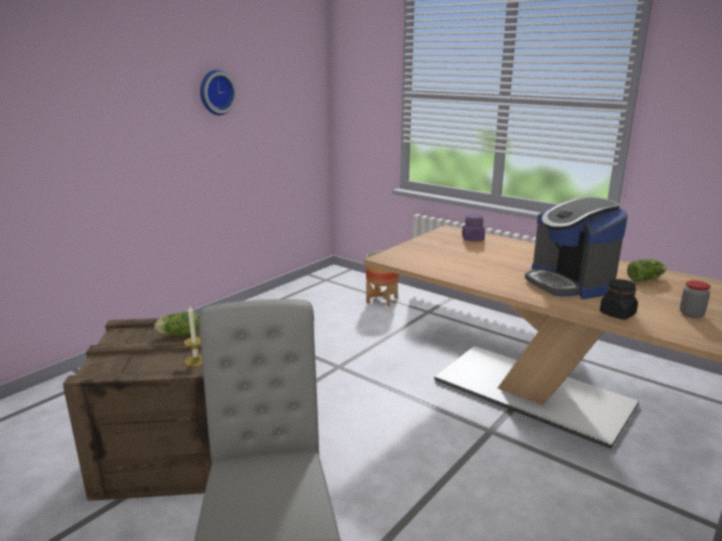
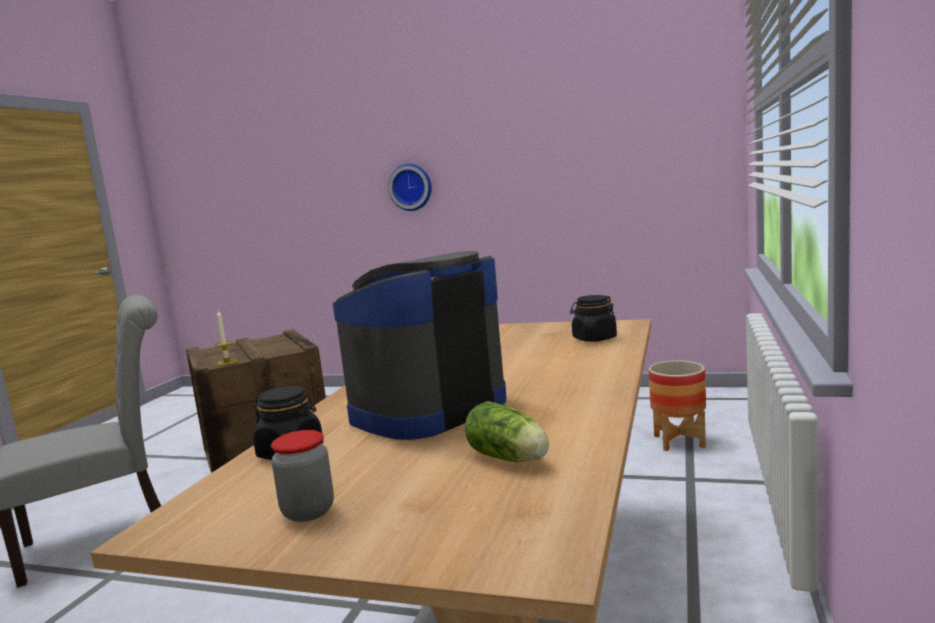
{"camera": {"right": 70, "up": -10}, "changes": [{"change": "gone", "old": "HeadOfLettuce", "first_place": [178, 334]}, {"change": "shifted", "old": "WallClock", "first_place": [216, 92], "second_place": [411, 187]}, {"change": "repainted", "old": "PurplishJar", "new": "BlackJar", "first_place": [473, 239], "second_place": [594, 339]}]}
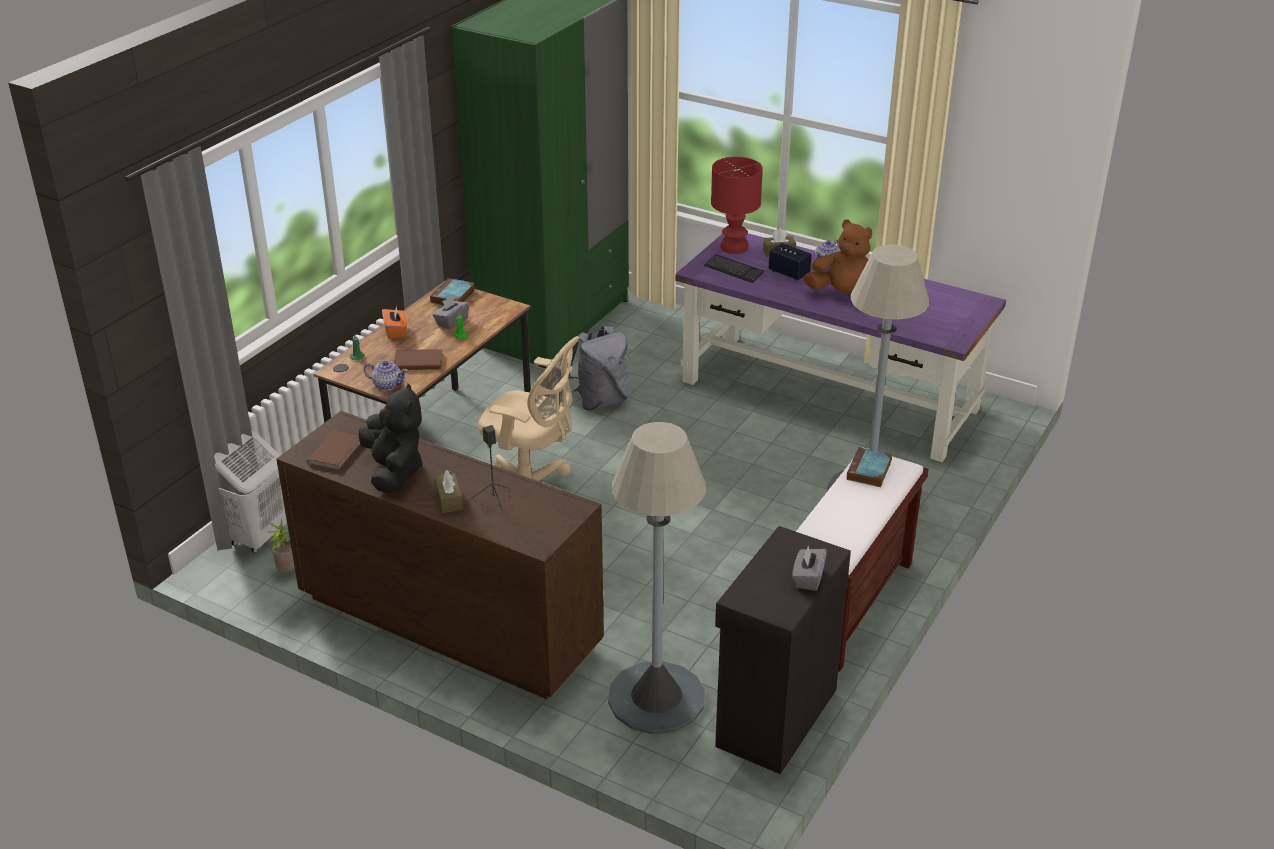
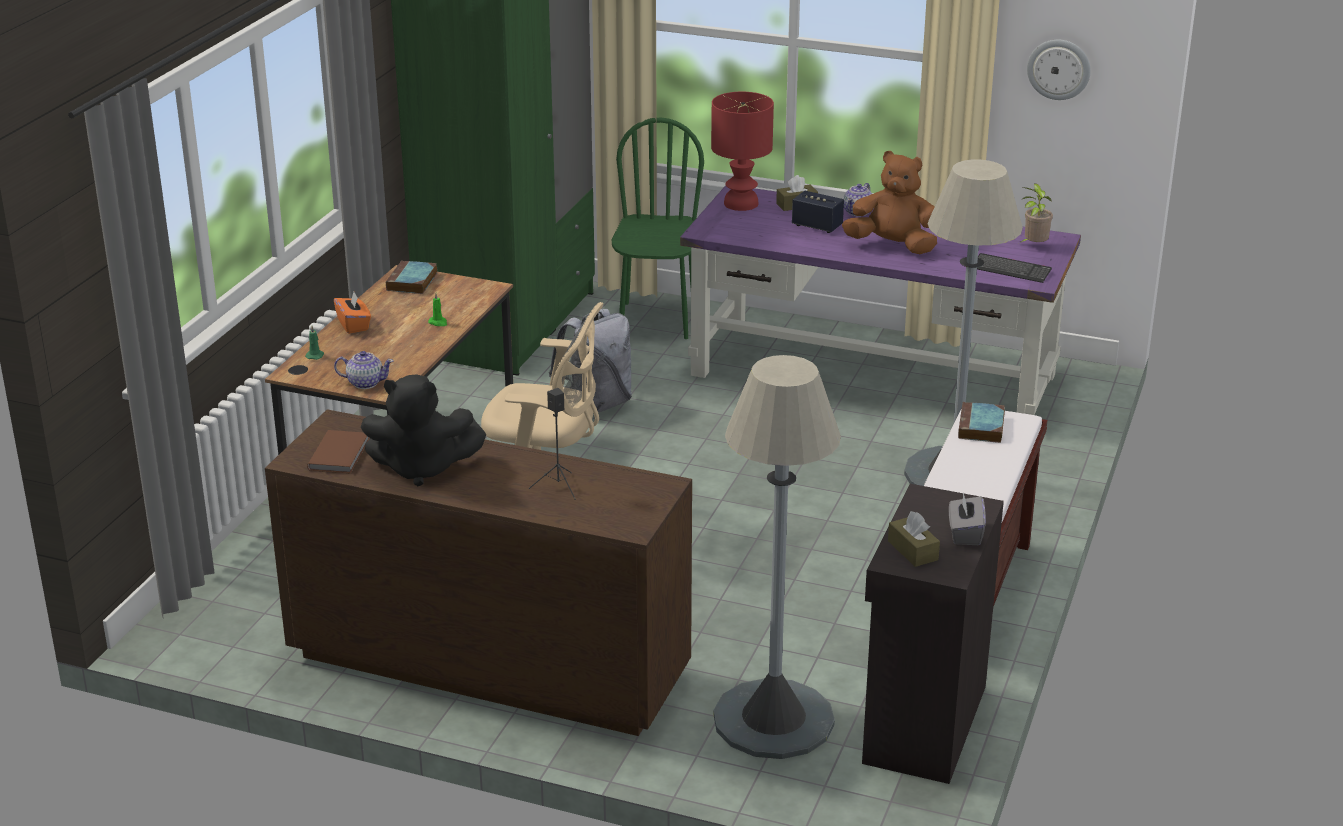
{"camera": {"right": -10, "up": -5}, "changes": [{"change": "gone", "old": "WhiteColouredWashingBasket", "first_place": [258, 537]}, {"change": "gone", "old": "BrownColouredBoundBook", "first_place": [417, 361]}, {"change": "gone", "old": "GreyTissueHolder", "first_place": [451, 322]}, {"change": "new", "new": "GreenChair", "second_place": [657, 320]}, {"change": "new", "new": "WallClock", "second_place": [1059, 69]}, {"change": "shifted", "old": "PlantInAPot", "first_place": [287, 571], "second_place": [1033, 246]}, {"change": "shifted", "old": "BrownColouredTissueHolder", "first_place": [449, 500], "second_place": [912, 550]}, {"change": "shifted", "old": "PcKeyboard", "first_place": [734, 270], "second_place": [1011, 270]}, {"change": "rotated", "old": "BlackSoftToy", "first_place": [394, 471], "second_place": [422, 468], "degrees": 120}]}
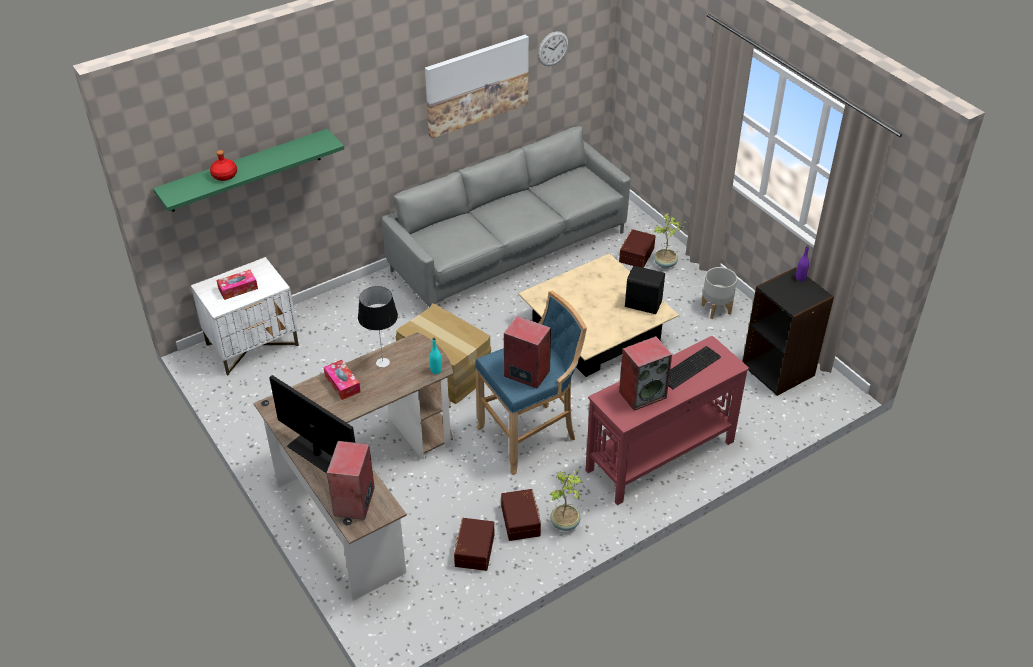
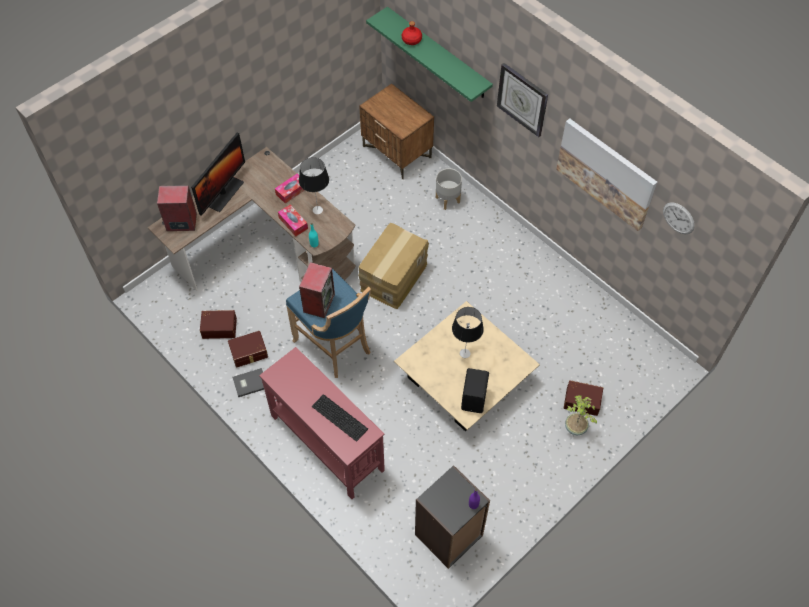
{"camera": {"right": 80, "up": 15}, "changes": [{"change": "gone", "old": "GreySofa", "first_place": [510, 253]}, {"change": "gone", "old": "Loudspeaker", "first_place": [643, 394]}, {"change": "new", "new": "TabletopLamp", "second_place": [465, 353]}, {"change": "new", "new": "WallClock", "second_place": [522, 99]}, {"change": "shifted", "old": "TissueHolder", "first_place": [238, 289], "second_place": [293, 223]}, {"change": "shifted", "old": "GreyFlowerPot", "first_place": [716, 309], "second_place": [448, 200]}, {"change": "swapped", "old": "PlantInAPot", "new": "GreyBoundBook", "first_place": [566, 523], "second_place": [249, 382]}, {"change": "repainted", "old": "WhiteColouredNightTable", "new": "BrownColouredNightTable", "first_place": [253, 345], "second_place": [397, 152]}]}
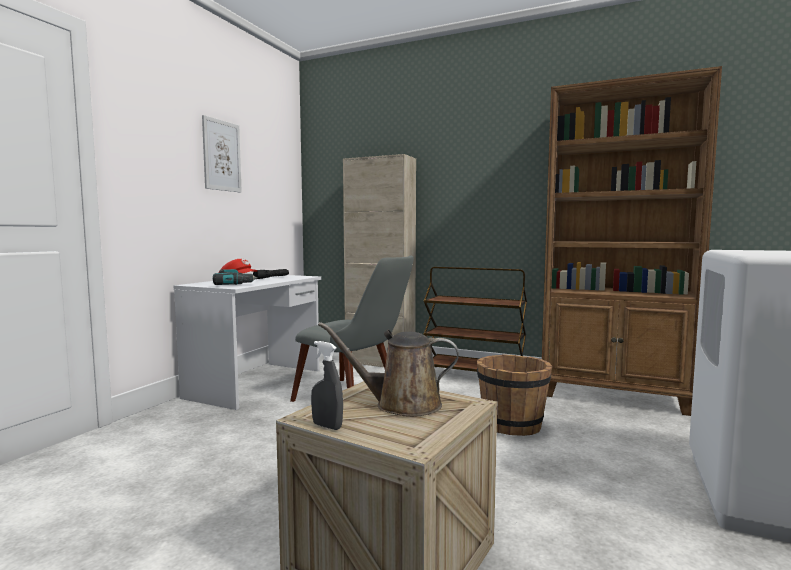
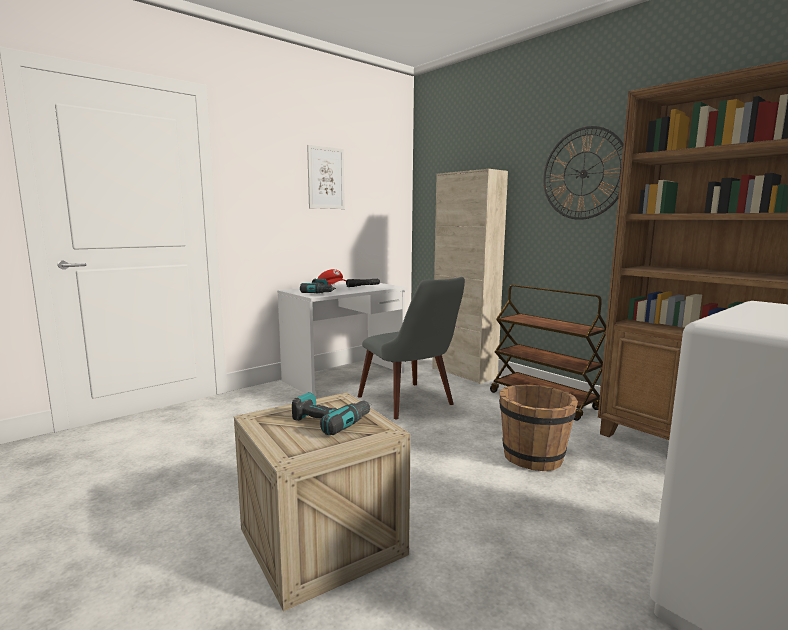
{"camera": {"right": 25, "up": 5}, "changes": [{"change": "gone", "old": "GreySprayBottle", "first_place": [327, 426]}, {"change": "new", "new": "WallClock", "second_place": [583, 173]}, {"change": "swapped", "old": "BrownColouredWateringPot", "new": "Drill", "first_place": [401, 405], "second_place": [330, 421]}]}
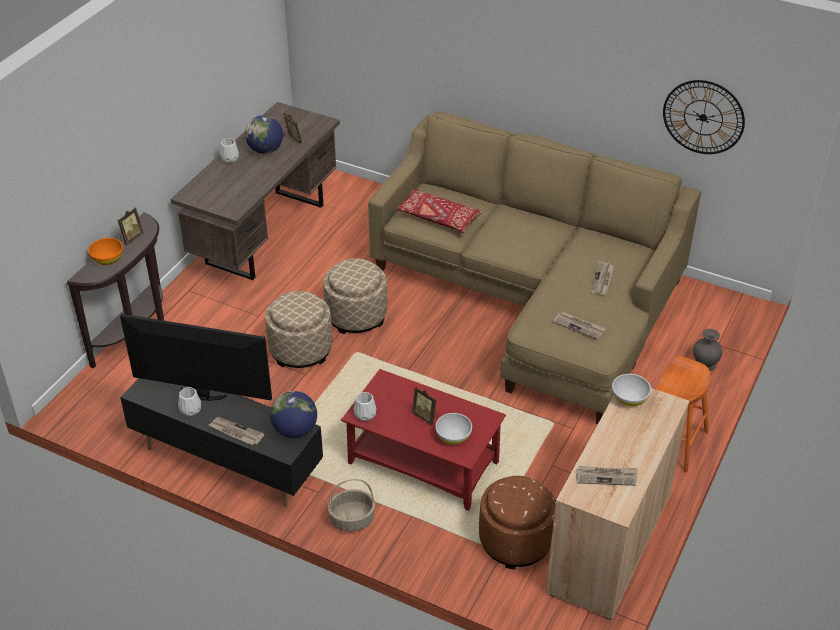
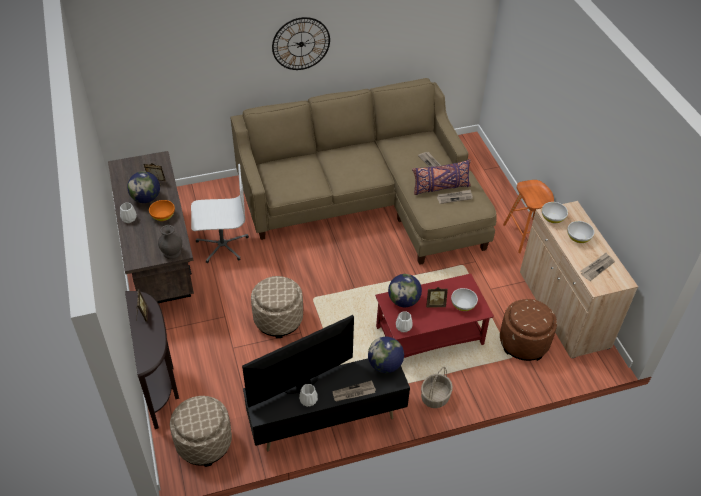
{"camera": {"right": -45, "up": 5}, "changes": [{"change": "gone", "old": "ReddishCushion", "first_place": [438, 218]}, {"change": "new", "new": "WhiteColouredComputerChair", "second_place": [222, 245]}, {"change": "new", "new": "WorldGlobe", "second_place": [403, 301]}, {"change": "new", "new": "PurplishCushion", "second_place": [440, 187]}, {"change": "new", "new": "WhiteColouredServingBowl", "second_place": [578, 237]}, {"change": "shifted", "old": "OrangeyServingBowl", "first_place": [107, 259], "second_place": [163, 216]}, {"change": "shifted", "old": "BeigeOttoman", "first_place": [356, 315], "second_place": [204, 442]}, {"change": "shifted", "old": "WallClock", "first_place": [703, 117], "second_place": [301, 44]}, {"change": "shifted", "old": "GreyVase", "first_place": [705, 364], "second_place": [172, 252]}]}
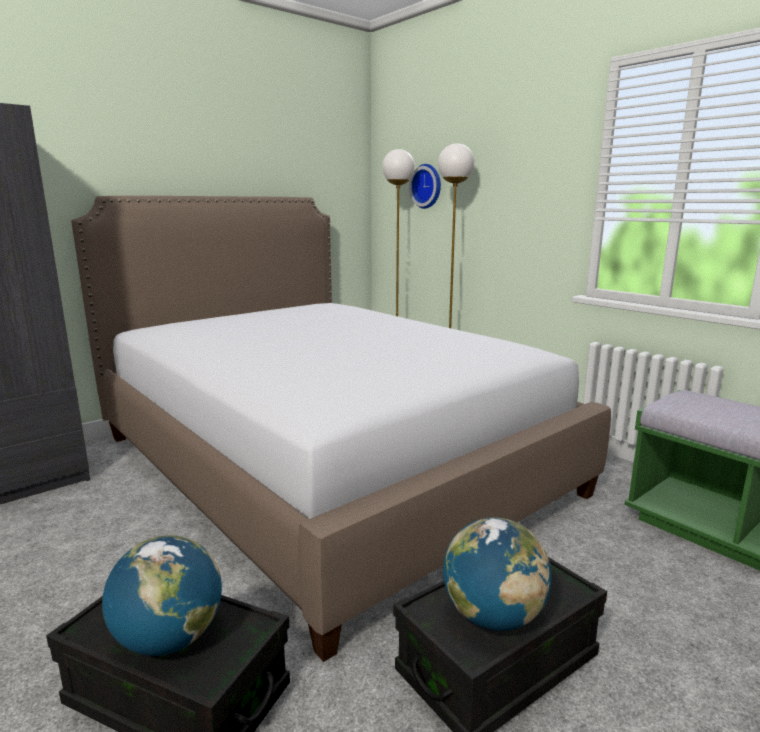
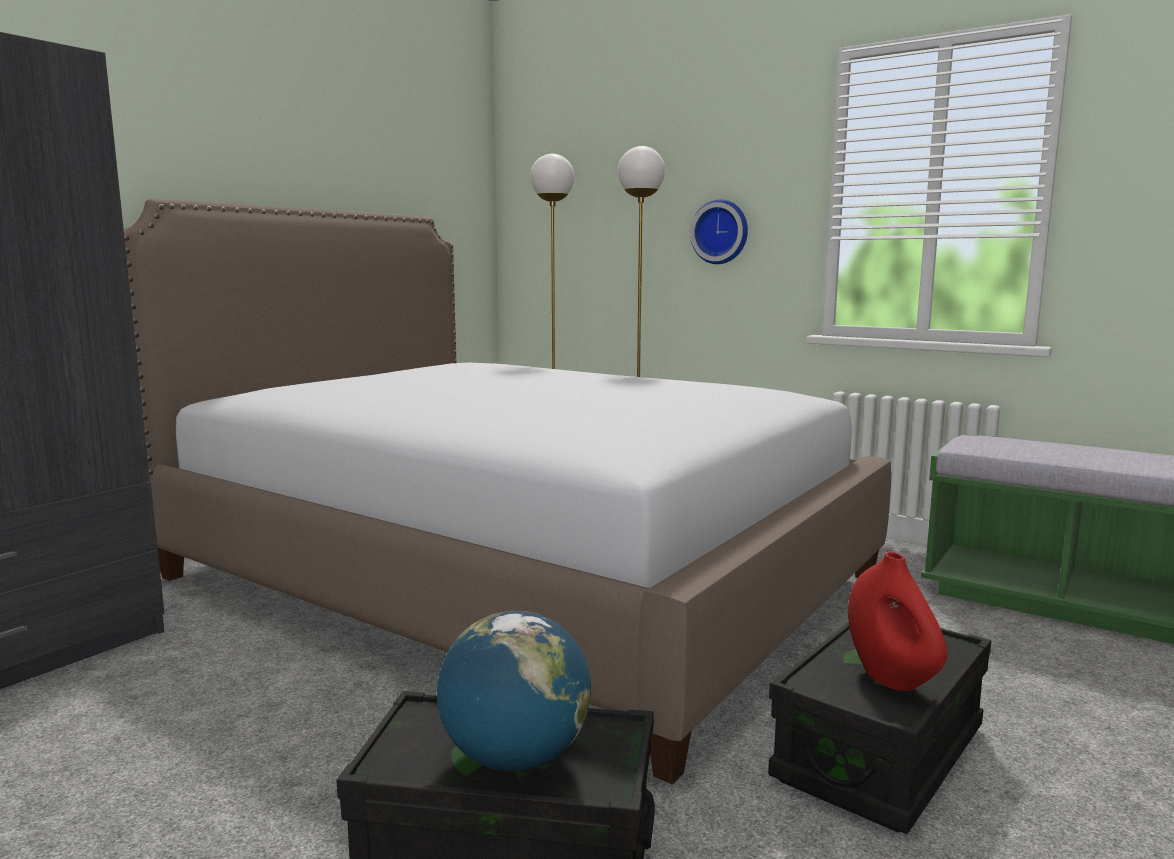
{"camera": {"right": -15, "up": -5}, "changes": [{"change": "shifted", "old": "WallClock", "first_place": [427, 186], "second_place": [721, 232]}, {"change": "swapped", "old": "WorldGlobe", "new": "ReddishVase", "first_place": [493, 616], "second_place": [891, 678]}]}
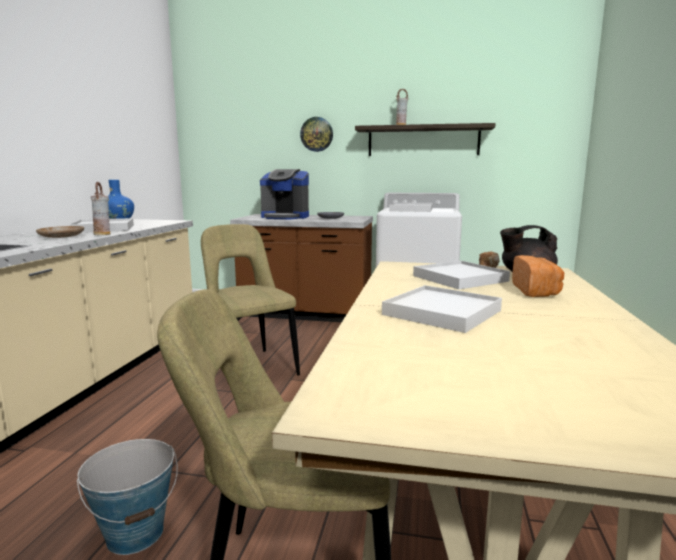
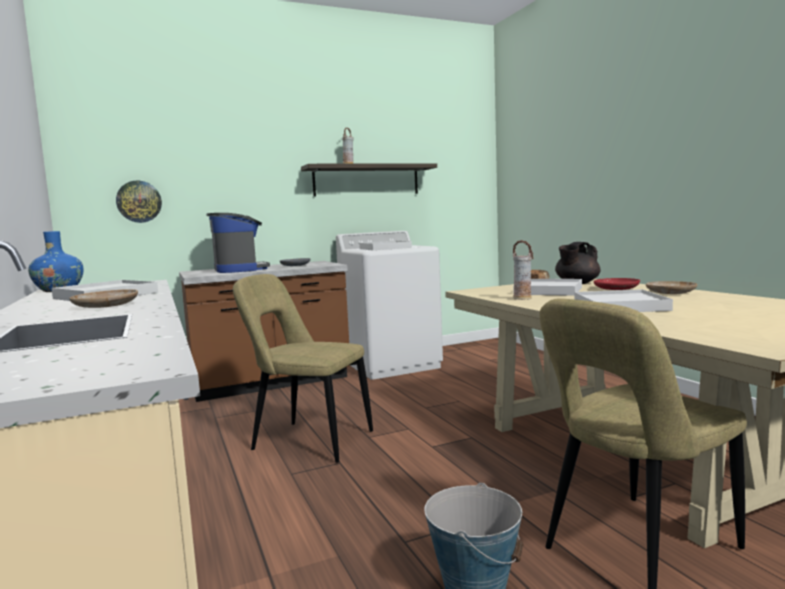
{"camera": {"right": -35, "up": -5}, "changes": [{"change": "new", "new": "BeigeDinnerPlate", "second_place": [670, 292]}, {"change": "shifted", "old": "Vase", "first_place": [103, 234], "second_place": [522, 299]}, {"change": "shifted", "old": "WallClock", "first_place": [316, 134], "second_place": [139, 201]}, {"change": "swapped", "old": "BakeryBread", "new": "ReddishDinnerPlate", "first_place": [536, 291], "second_place": [616, 289]}, {"change": "rotated", "old": "CoffeeMachine", "first_place": [285, 217], "second_place": [240, 269], "degrees": -90}]}
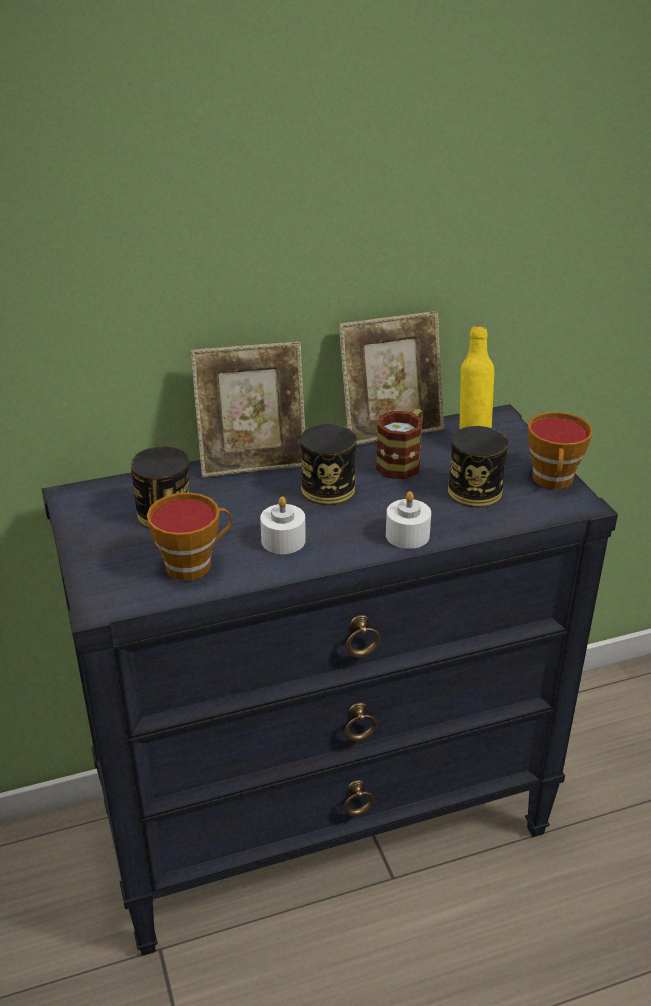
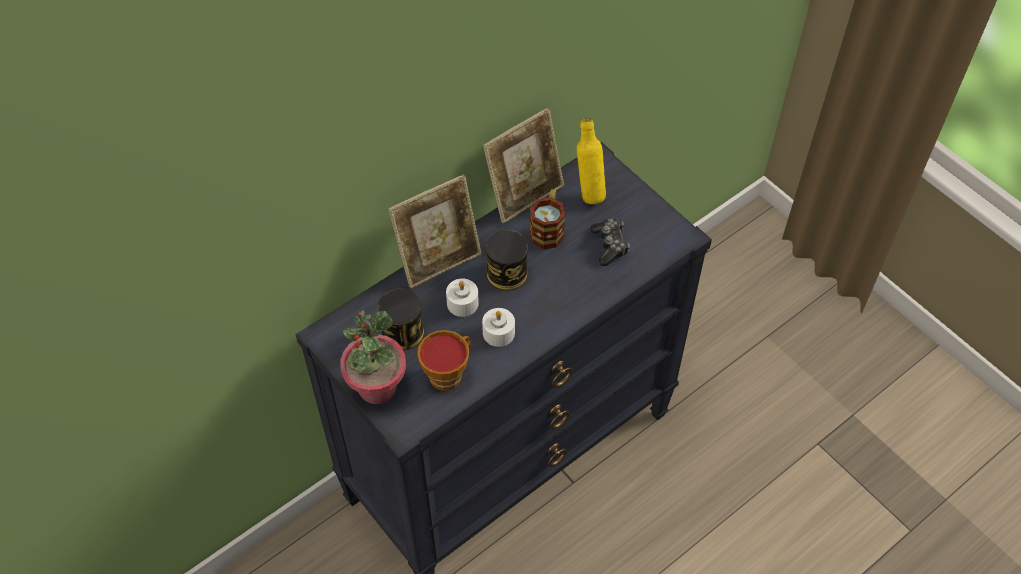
{"camera": {"right": -20, "up": 20}, "changes": [{"change": "gone", "old": "Cup", "first_place": [553, 481]}, {"change": "new", "new": "PlantInAPot", "second_place": [377, 387]}, {"change": "shifted", "old": "WhiteColouredWaxCandle", "first_place": [407, 535], "second_place": [462, 303]}, {"change": "swapped", "old": "MetalCan", "new": "GameController", "first_place": [474, 491], "second_place": [609, 245]}]}
